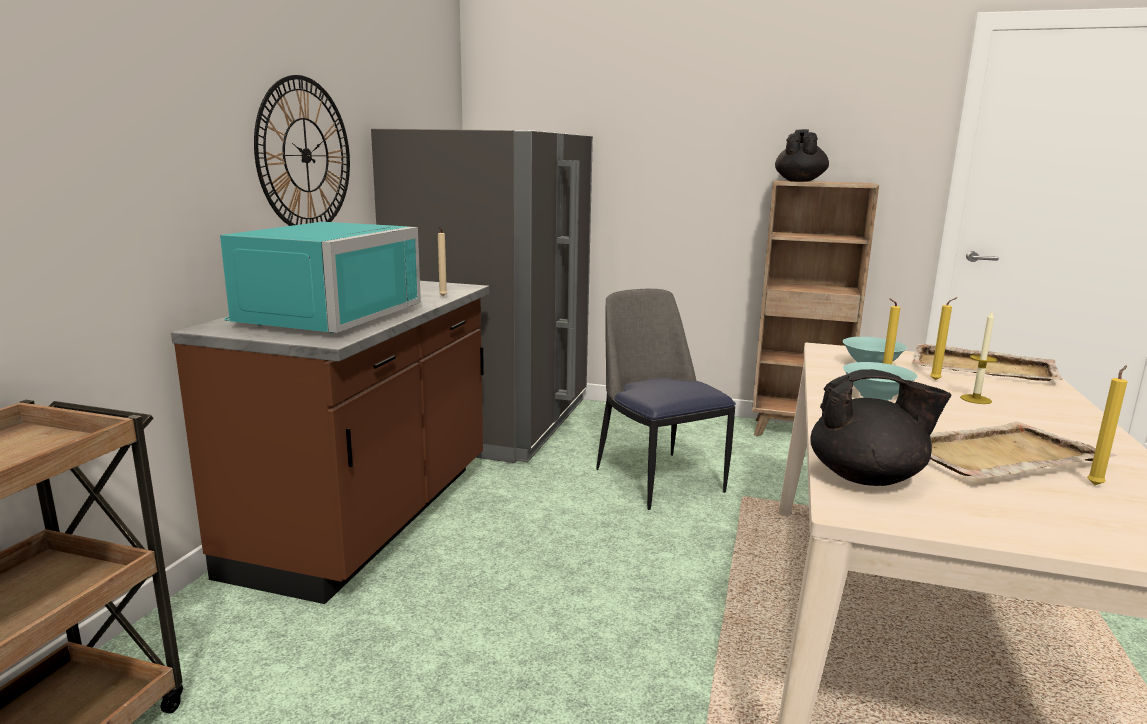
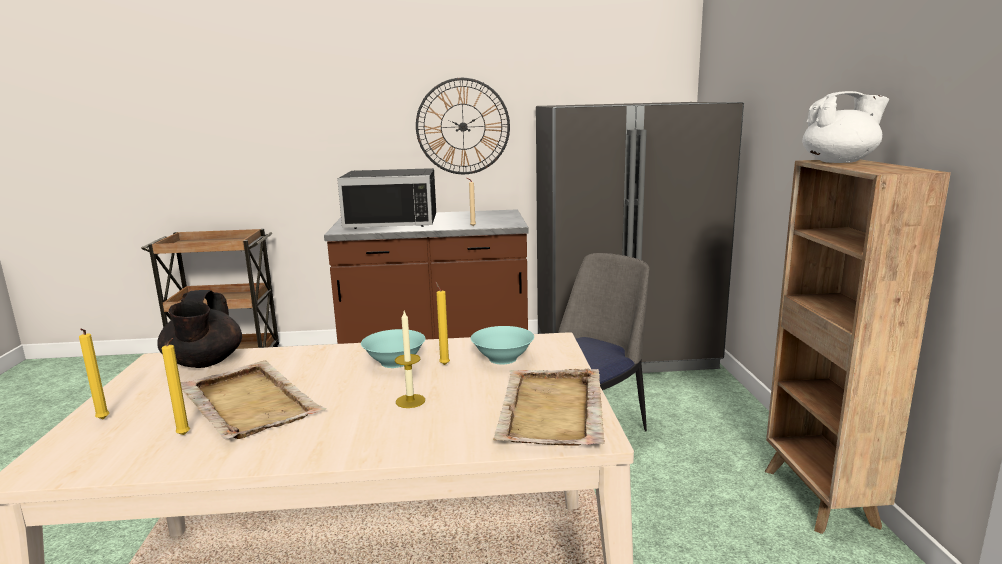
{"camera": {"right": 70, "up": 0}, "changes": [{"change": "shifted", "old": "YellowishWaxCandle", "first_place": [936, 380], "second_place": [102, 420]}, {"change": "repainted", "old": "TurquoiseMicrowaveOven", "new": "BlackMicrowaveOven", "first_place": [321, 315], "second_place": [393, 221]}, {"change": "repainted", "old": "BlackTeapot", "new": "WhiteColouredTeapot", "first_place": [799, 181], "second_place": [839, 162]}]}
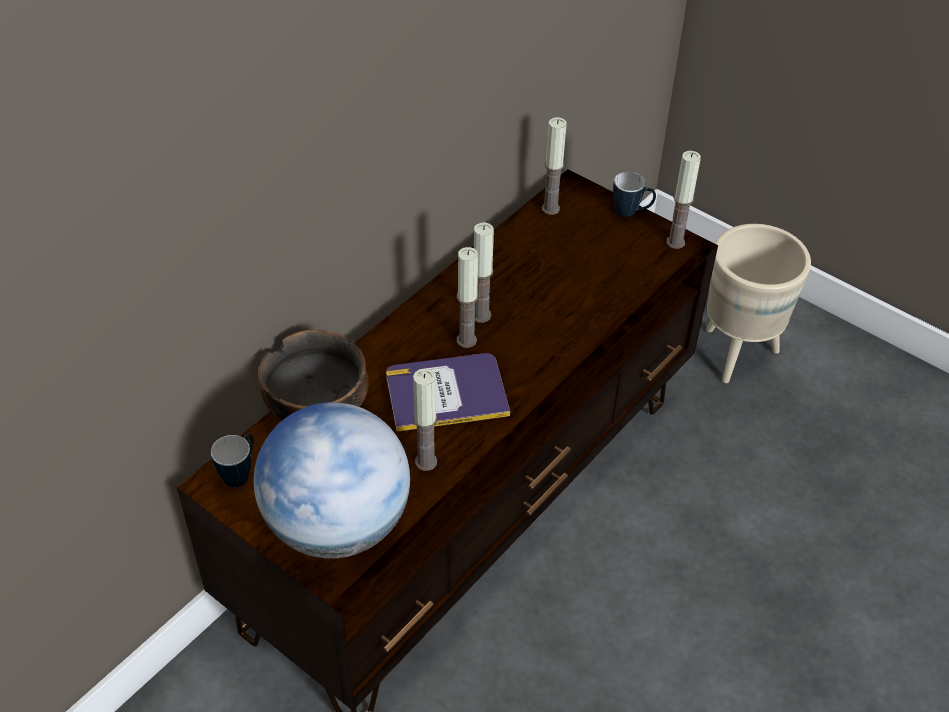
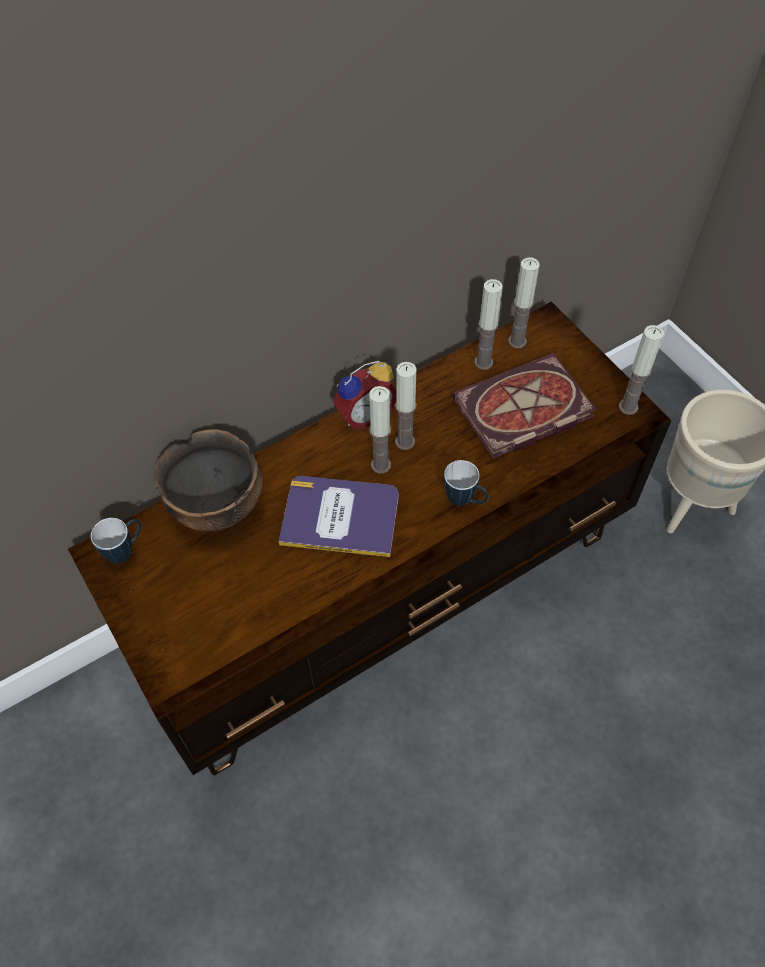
{"camera": {"right": 20, "up": 10}, "changes": [{"change": "gone", "old": "WorldGlobe", "first_place": [337, 524]}, {"change": "new", "new": "BedsideClock", "second_place": [364, 413]}, {"change": "new", "new": "BoundBook", "second_place": [521, 411]}, {"change": "shifted", "old": "WaxCandle", "first_place": [426, 461], "second_place": [483, 362]}, {"change": "shifted", "old": "Mug", "first_place": [631, 212], "second_place": [465, 501]}]}
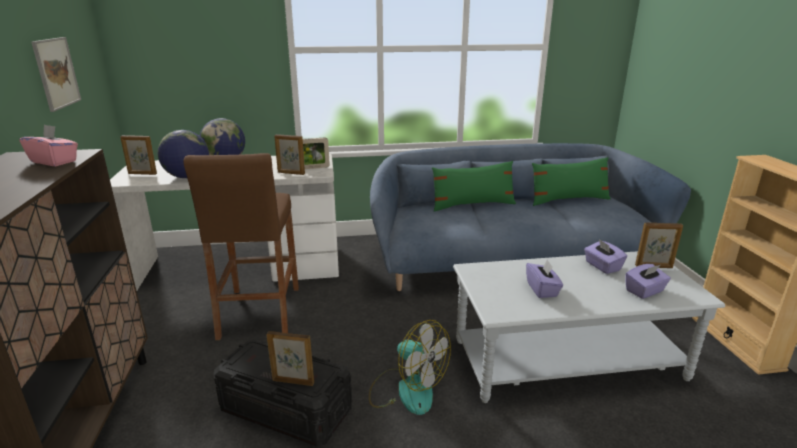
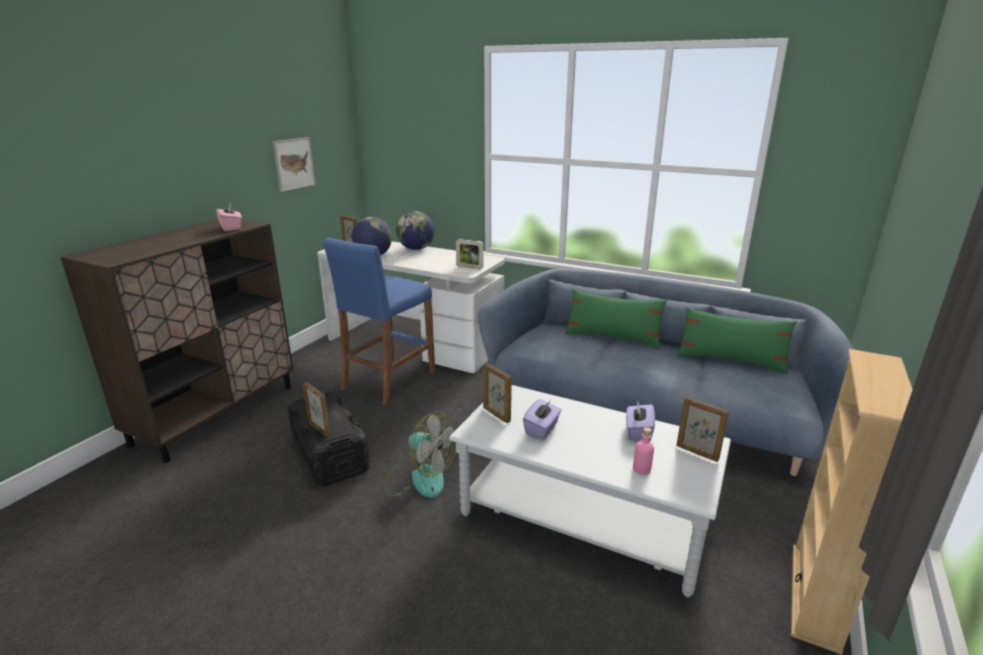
{"camera": {"right": 35, "up": 0}, "changes": [{"change": "shifted", "old": "StandingFrame", "first_place": [291, 173], "second_place": [496, 415]}, {"change": "swapped", "old": "PurplishTissueHolder", "new": "PinkBottle", "first_place": [645, 291], "second_place": [641, 469]}, {"change": "repainted", "old": "BrownColouredSittingStool", "new": "BluishSittingStool", "first_place": [259, 312], "second_place": [388, 381]}, {"change": "rotated", "old": "ElectricFan", "first_place": [407, 389], "second_place": [419, 478], "degrees": -45}]}
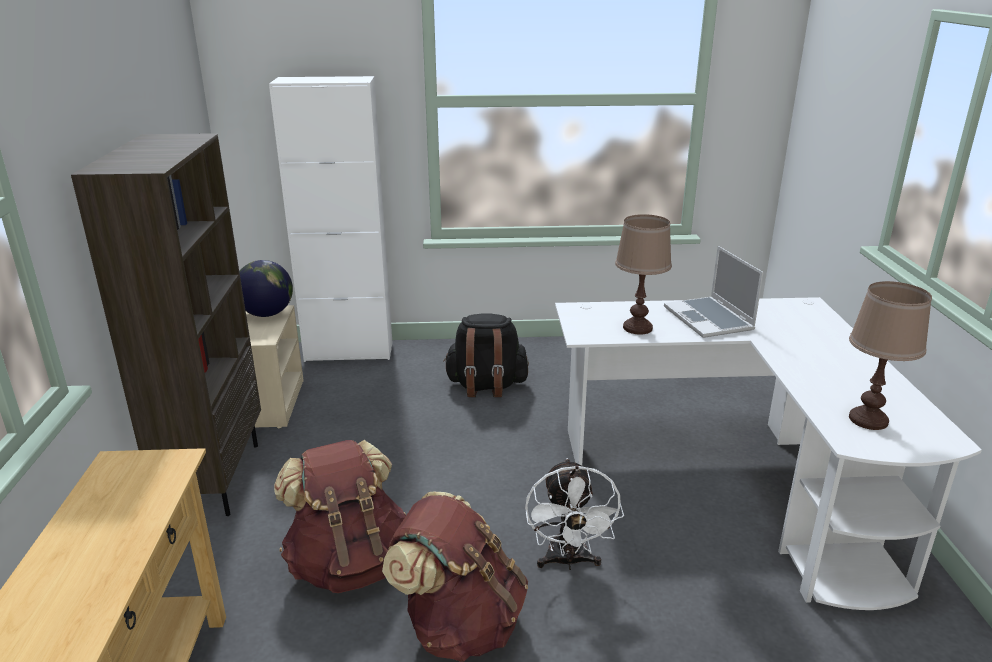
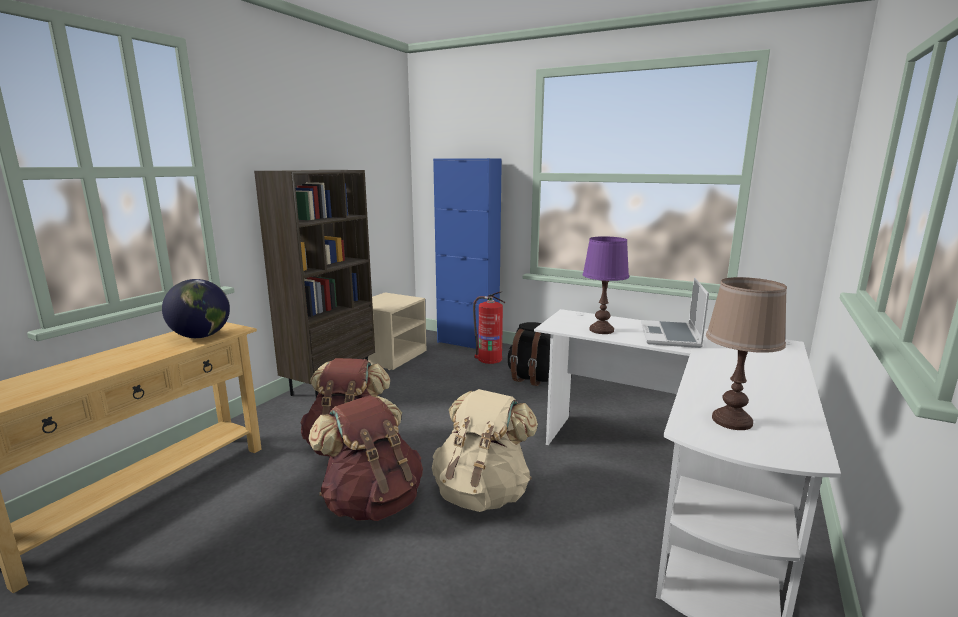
{"camera": {"right": 30, "up": -10}, "changes": [{"change": "new", "new": "FireExtinguisher", "second_place": [489, 359]}, {"change": "shifted", "old": "WorldGlobe", "first_place": [267, 314], "second_place": [201, 336]}, {"change": "swapped", "old": "WhiteColouredElectricFan", "new": "BeigeRucksack", "first_place": [568, 561], "second_place": [482, 493]}, {"change": "repainted", "old": "WhiteColouredStorageCabinet", "new": "BluishStorageCabinet", "first_place": [349, 352], "second_place": [468, 343]}, {"change": "repainted", "old": "BrownColouredTabletopLamp", "new": "PurplishTabletopLamp", "first_place": [637, 328], "second_place": [601, 330]}]}
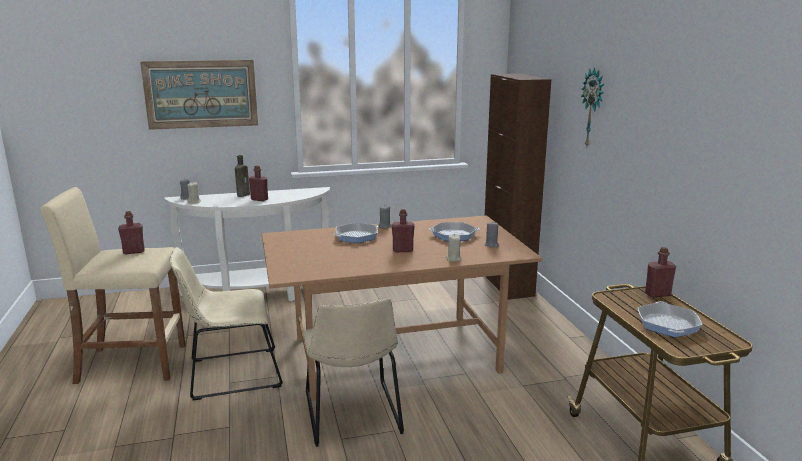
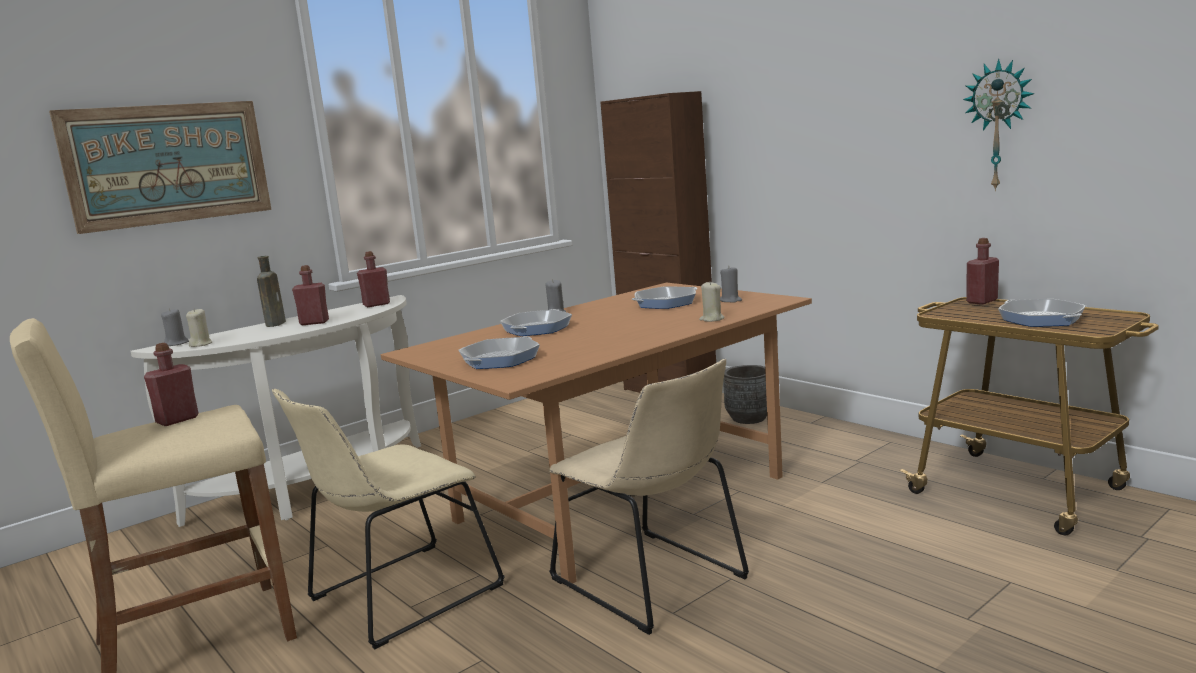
{"camera": {"right": -25, "up": -5}, "changes": [{"change": "new", "new": "Skillet", "second_place": [500, 359]}, {"change": "new", "new": "GreyFlowerPot", "second_place": [749, 418]}, {"change": "shifted", "old": "ReddishBottle", "first_place": [402, 250], "second_place": [376, 304]}, {"change": "shifted", "old": "WallClock", "first_place": [593, 108], "second_place": [999, 125]}]}
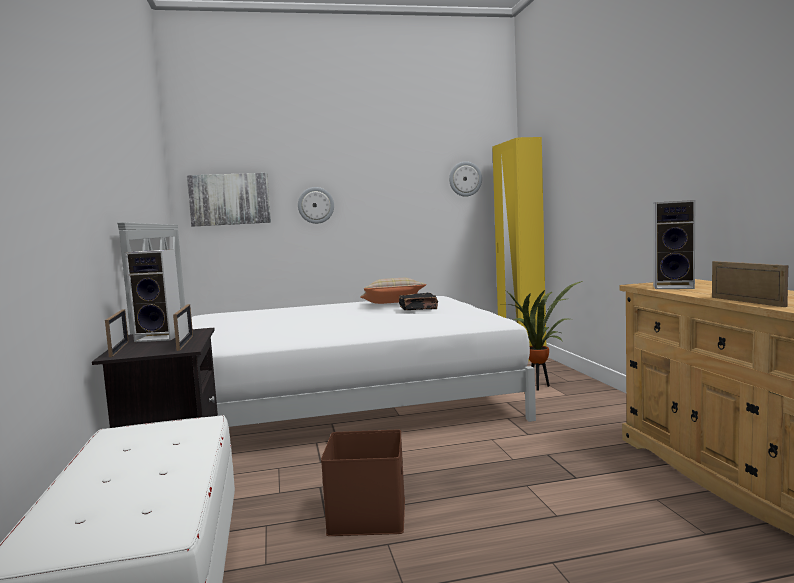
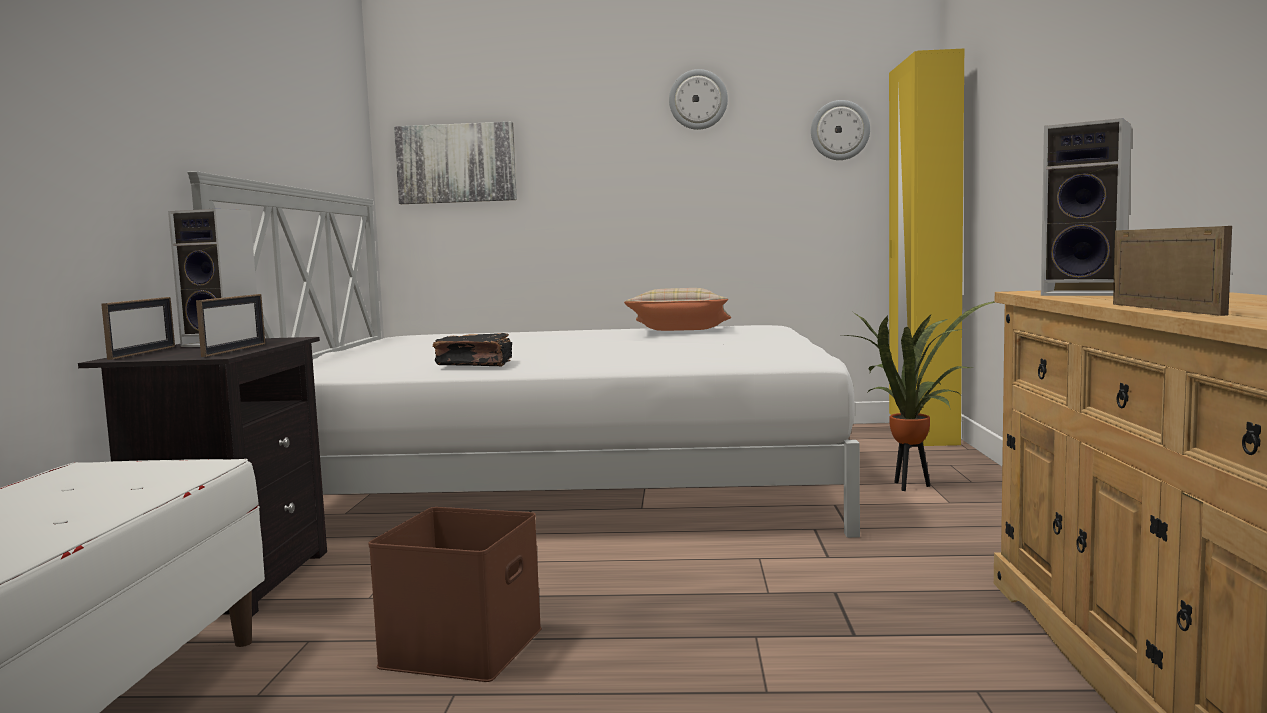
{"camera": {"right": 15, "up": 0}, "changes": [{"change": "shifted", "old": "WallClock", "first_place": [316, 205], "second_place": [698, 99]}, {"change": "shifted", "old": "BlackBoundBook", "first_place": [419, 309], "second_place": [475, 364]}]}
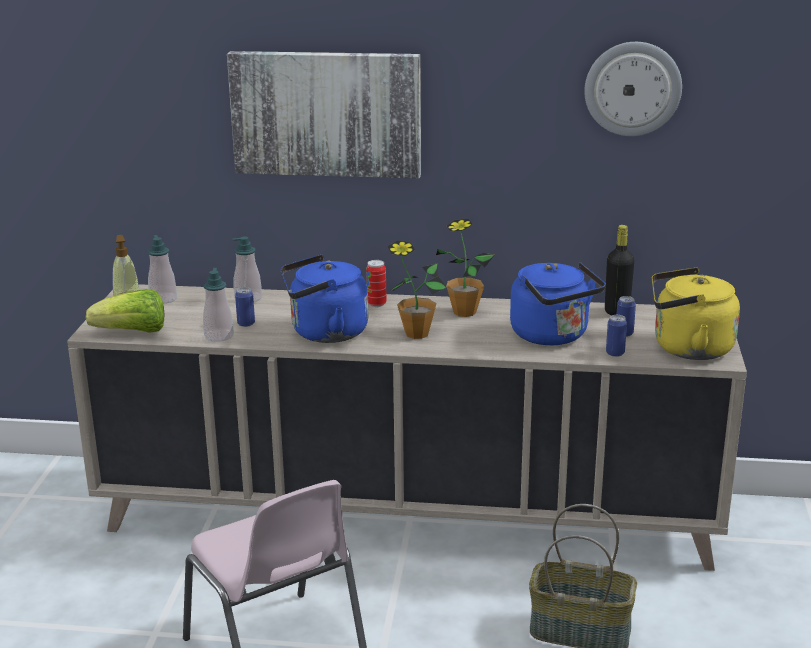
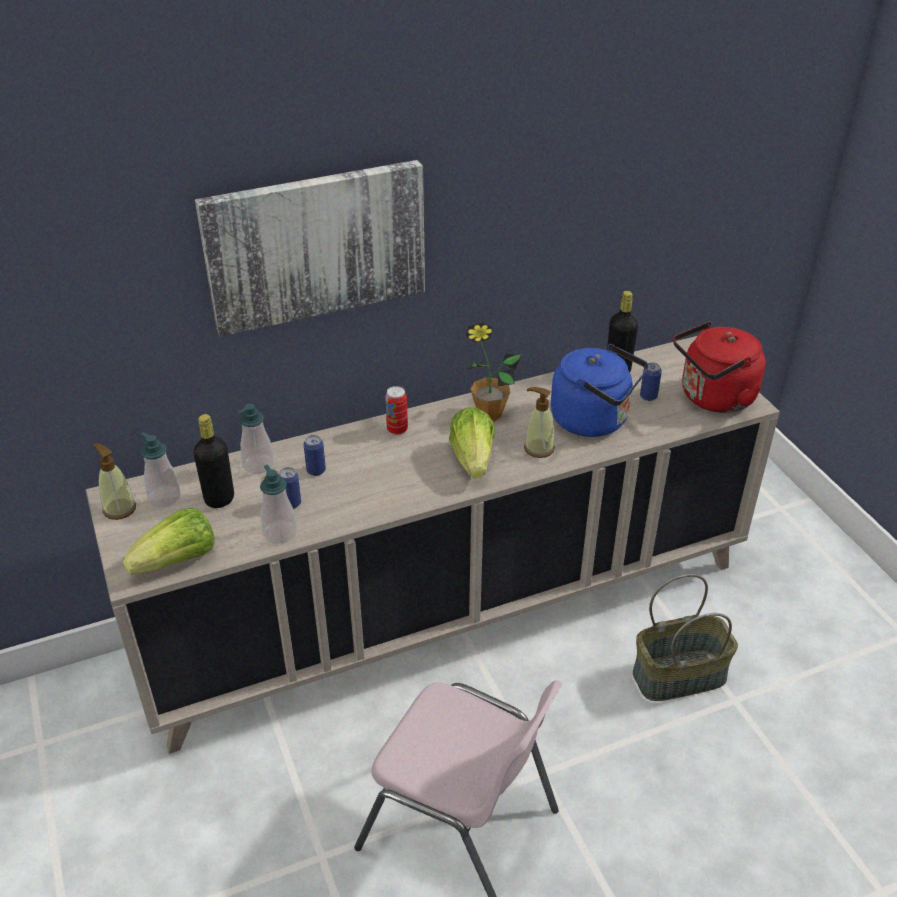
{"camera": {"right": -30, "up": 15}, "changes": [{"change": "gone", "old": "BluishTeaKettle", "first_place": [324, 333]}, {"change": "gone", "old": "WallClock", "first_place": [632, 88]}, {"change": "new", "new": "BlackBottle", "second_place": [219, 499]}, {"change": "new", "new": "SoapBottle", "second_place": [538, 448]}, {"change": "shifted", "old": "MetalCan", "first_place": [615, 353], "second_place": [316, 470]}, {"change": "swapped", "old": "PlantInAPot", "new": "HeadOfLettuce", "first_place": [416, 334], "second_place": [473, 459]}, {"change": "repainted", "old": "YellowishTeaKettle", "new": "ReddishTeaKettle", "first_place": [687, 348], "second_place": [713, 398]}]}
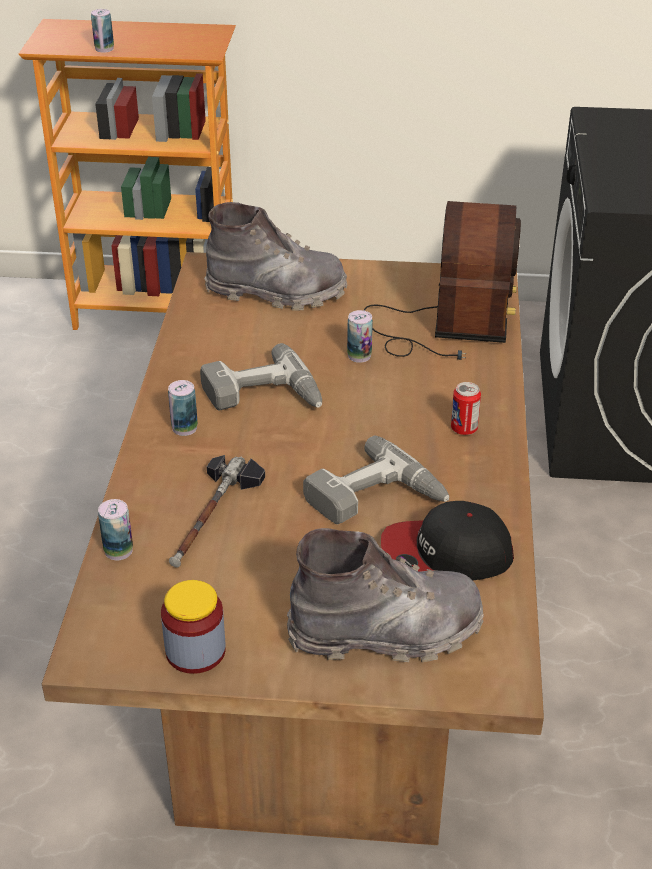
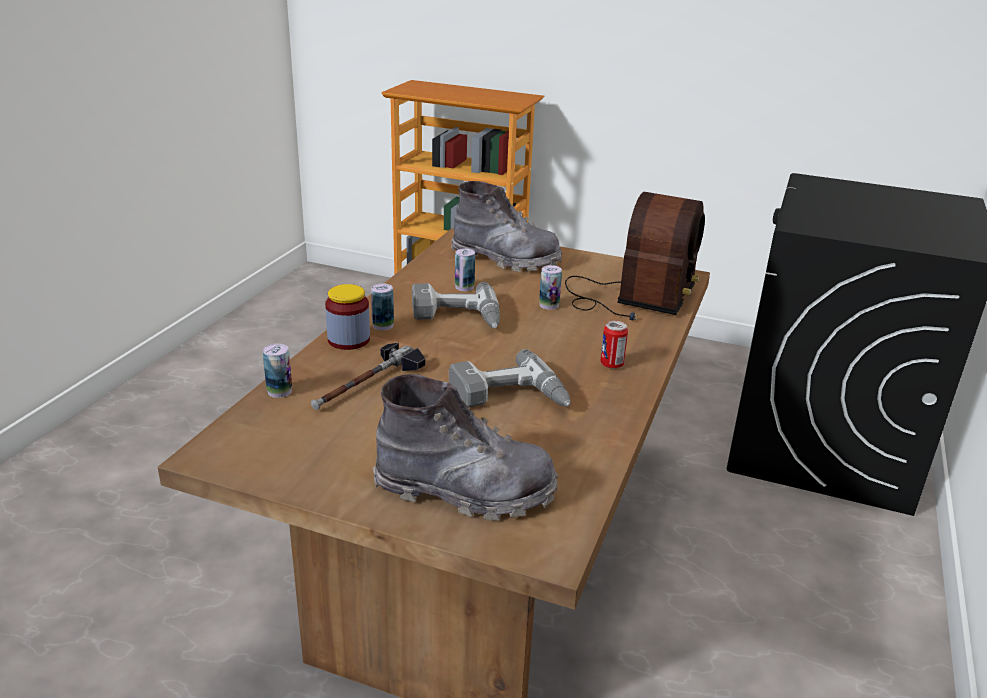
{"camera": {"right": 15, "up": -10}, "changes": [{"change": "gone", "old": "Cap", "first_place": [446, 554]}, {"change": "shifted", "old": "MetalCan", "first_place": [104, 49], "second_place": [464, 287]}, {"change": "shifted", "old": "Jar", "first_place": [195, 651], "second_place": [348, 340]}]}
